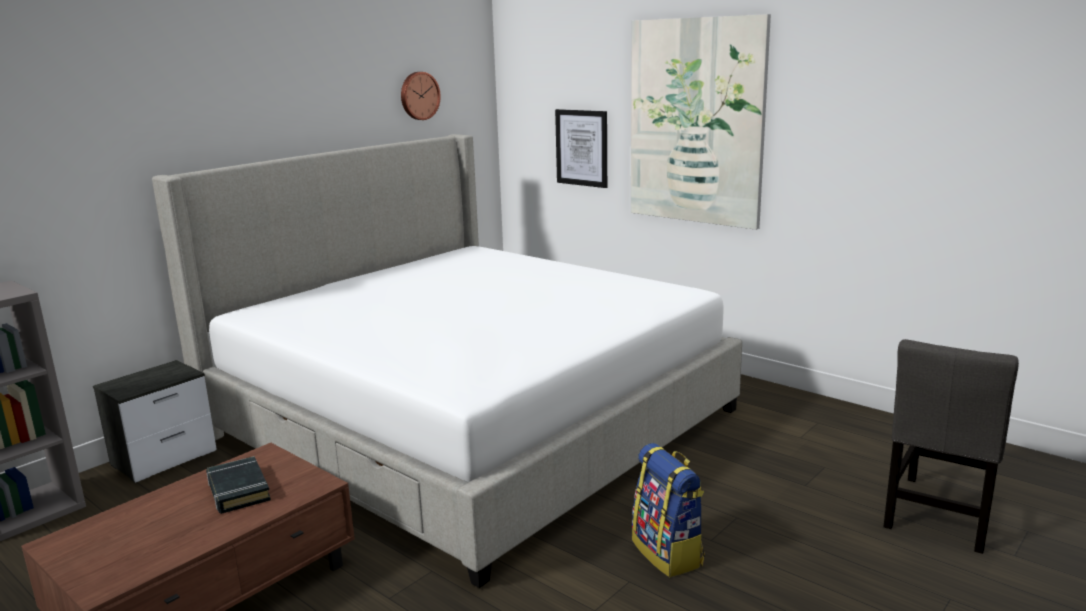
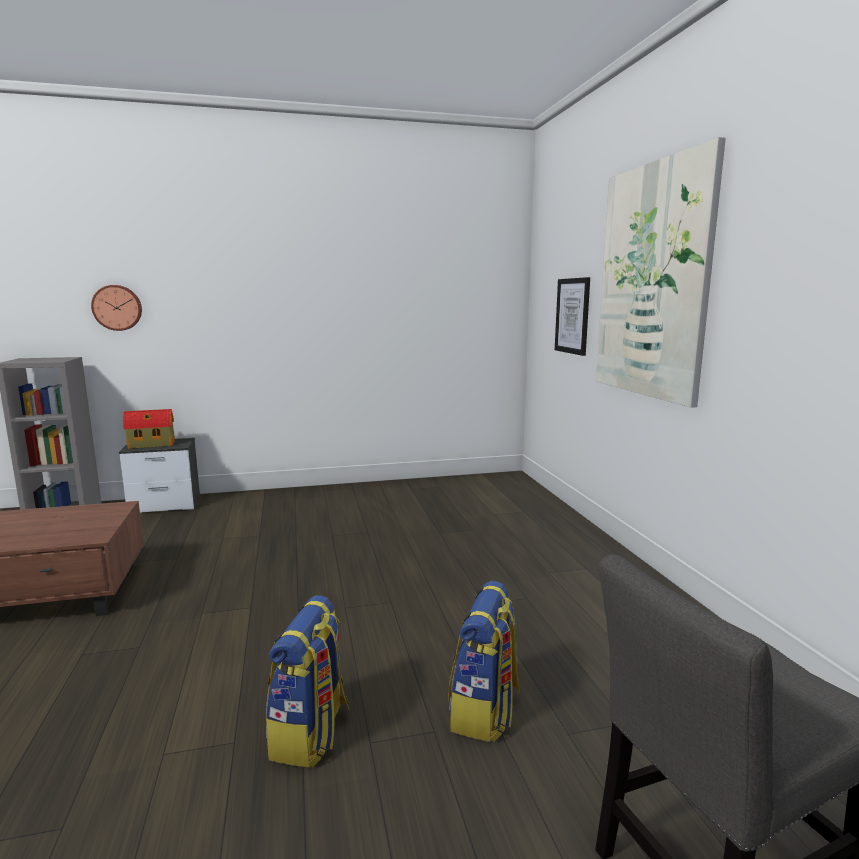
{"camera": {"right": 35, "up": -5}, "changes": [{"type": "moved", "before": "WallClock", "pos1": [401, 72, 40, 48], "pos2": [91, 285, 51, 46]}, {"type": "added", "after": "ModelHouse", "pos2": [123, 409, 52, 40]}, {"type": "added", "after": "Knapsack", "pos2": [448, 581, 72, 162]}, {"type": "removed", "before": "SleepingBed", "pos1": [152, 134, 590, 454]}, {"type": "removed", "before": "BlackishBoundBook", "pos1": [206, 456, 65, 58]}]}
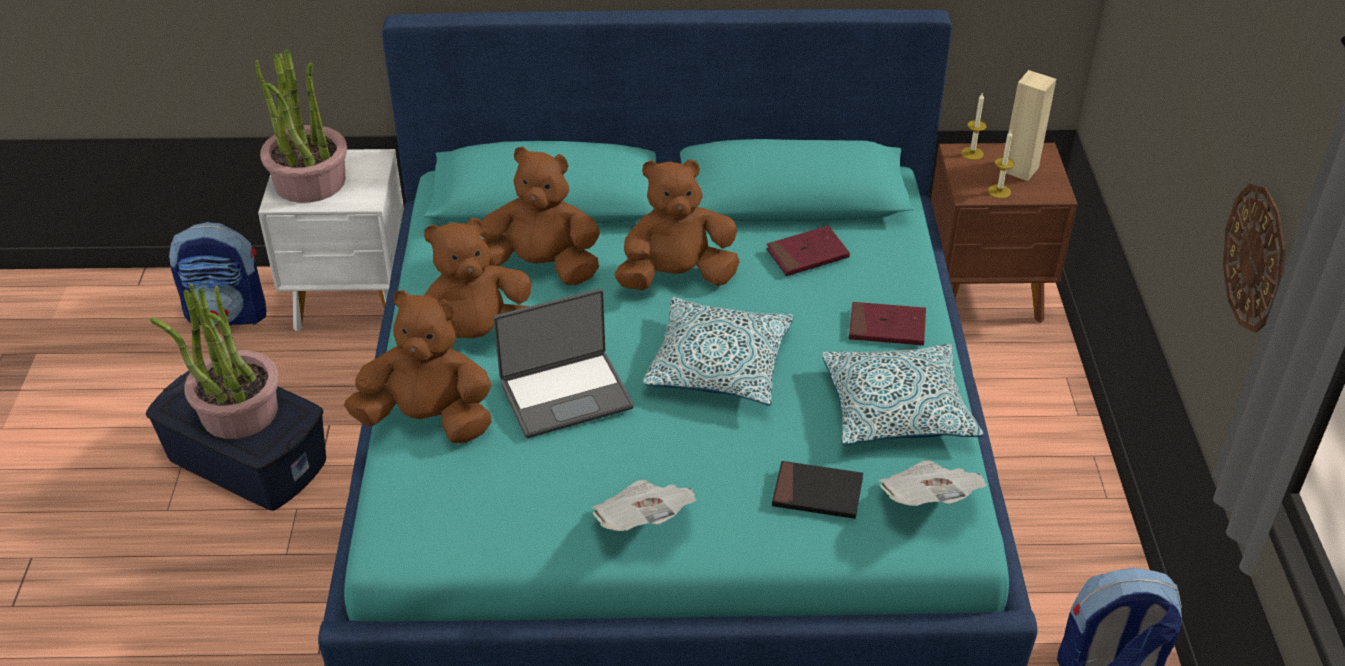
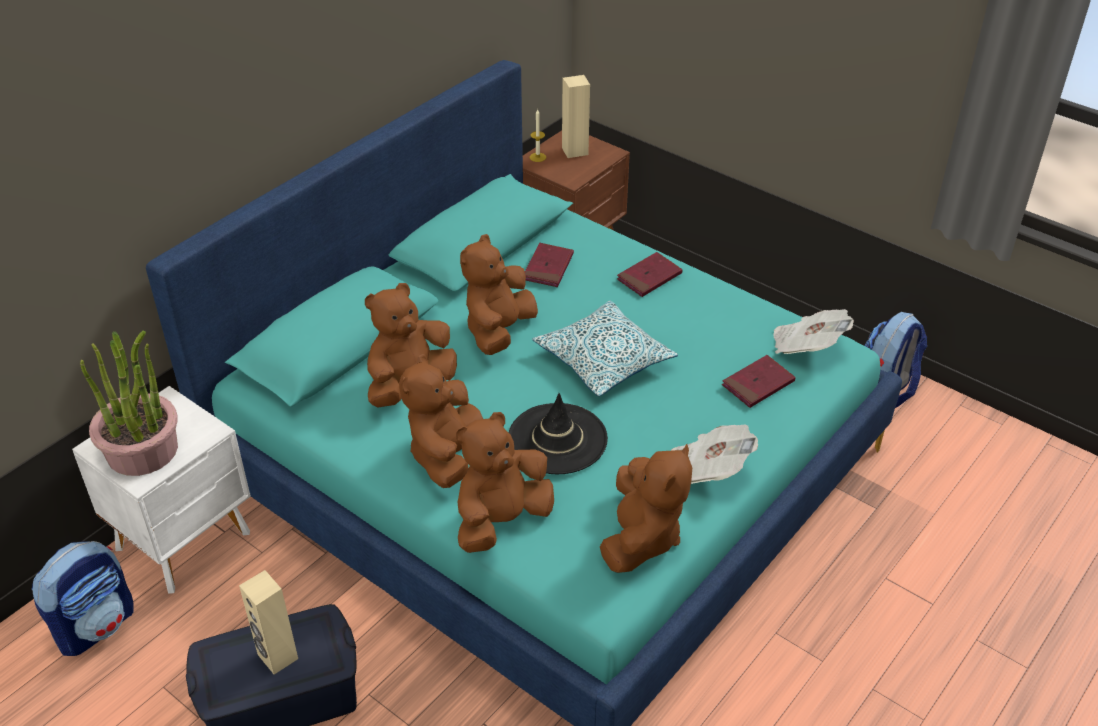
{"camera": {"right": -50, "up": 0}, "changes": [{"type": "replaced", "before": "Houseplant", "after": "SandColouredAudioSpeaker", "pos1": [149, 284, 130, 155], "pos2": [239, 570, 59, 104]}, {"type": "replaced", "before": "Laptop", "after": "BlackishWearableHat", "pos1": [493, 289, 141, 149], "pos2": [509, 393, 99, 81]}, {"type": "added", "after": "BrownCuddlyToy", "pos2": [600, 444, 92, 129]}, {"type": "recoloured", "before": "BlackishBoundBook", "after": "ReddishBoundBook", "pos1": [772, 461, 91, 58], "pos2": [722, 355, 74, 53]}, {"type": "removed", "before": "Pillow", "pos1": [821, 343, 163, 102]}, {"type": "removed", "before": "Candle", "pos1": [988, 130, 27, 68]}, {"type": "removed", "before": "WallClock", "pos1": [1223, 184, 62, 149]}]}
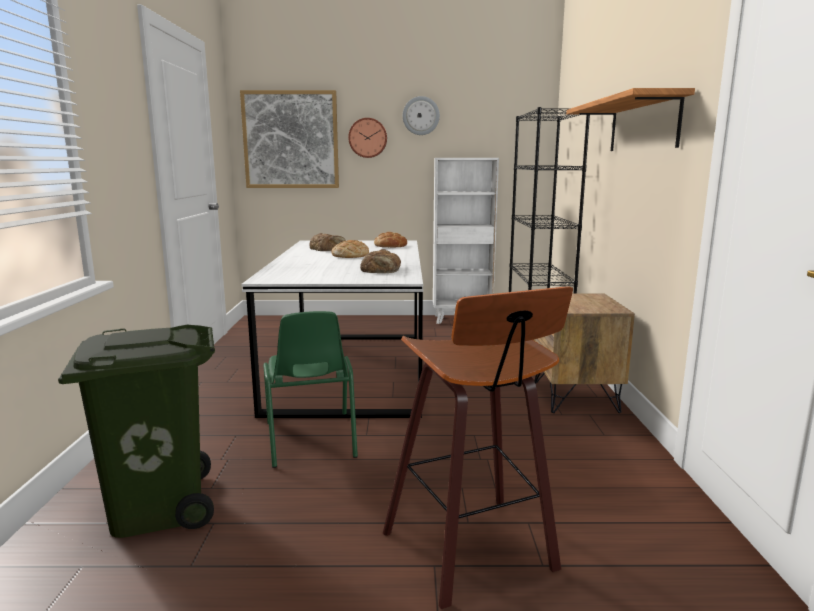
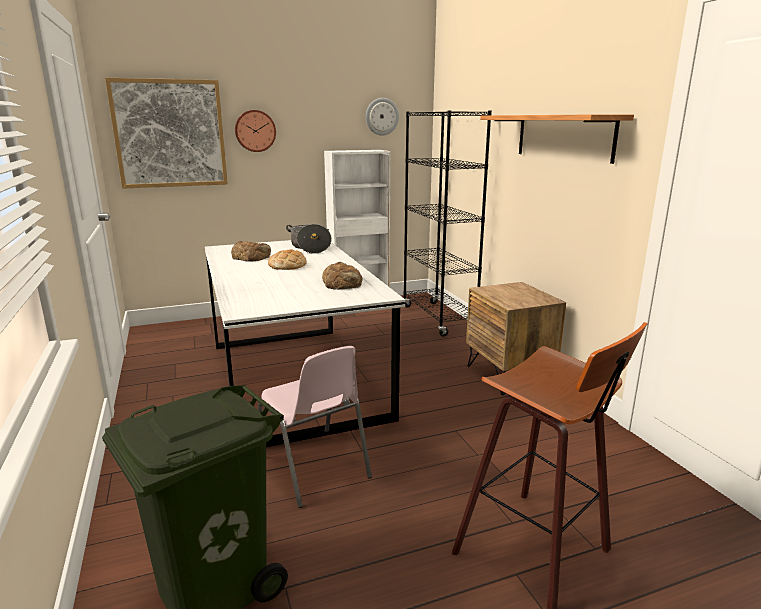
{"camera": {"right": -20, "up": 5}, "changes": [{"type": "recoloured", "before": "GreenChair", "after": "PinkChair", "pos1": [263, 311, 95, 157], "pos2": [258, 346, 114, 162]}, {"type": "replaced", "before": "Bread", "after": "CookingPot", "pos1": [374, 232, 33, 15], "pos2": [286, 224, 46, 30]}, {"type": "moved", "before": "WallClock", "pos1": [403, 96, 37, 39], "pos2": [366, 98, 33, 37]}]}
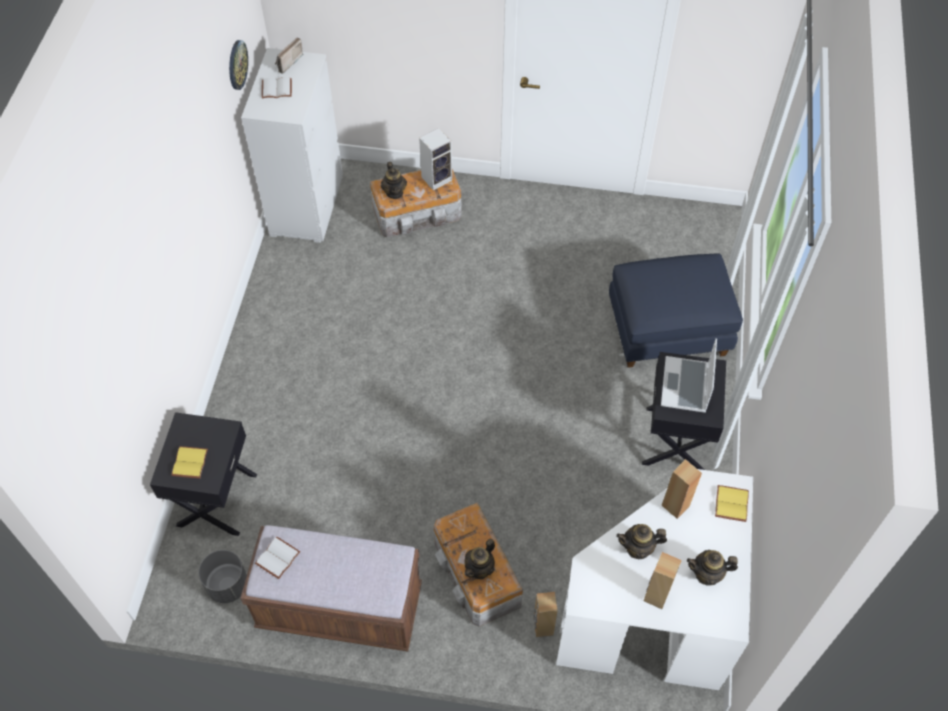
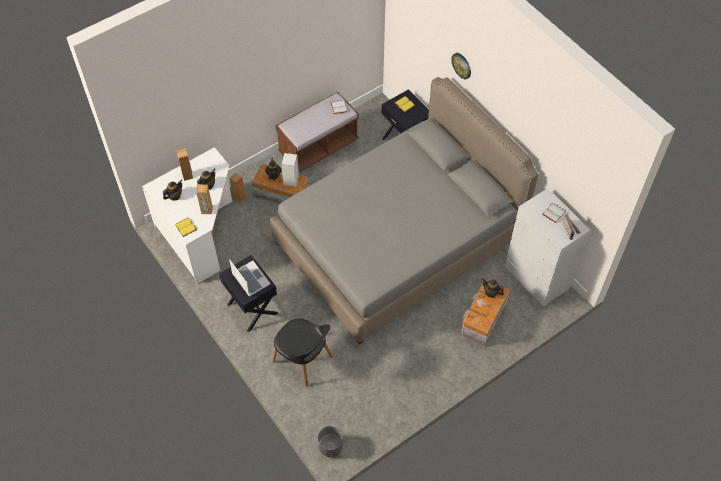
{"camera": {"right": 135, "up": 0}, "changes": [{"type": "added", "after": "GreyishSleepingBed", "pos2": [270, 77, 269, 267]}, {"type": "replaced", "before": "BlueFootrest", "after": "BlackishChair", "pos1": [609, 254, 134, 114], "pos2": [272, 318, 61, 69]}, {"type": "moved", "before": "AudioSpeaker", "pos1": [419, 128, 33, 62], "pos2": [281, 153, 18, 34]}, {"type": "moved", "before": "GreyishPlanter", "pos1": [199, 550, 48, 53], "pos2": [318, 426, 25, 31]}, {"type": "moved", "before": "WallClock", "pos1": [229, 40, 19, 50], "pos2": [451, 53, 20, 26]}]}
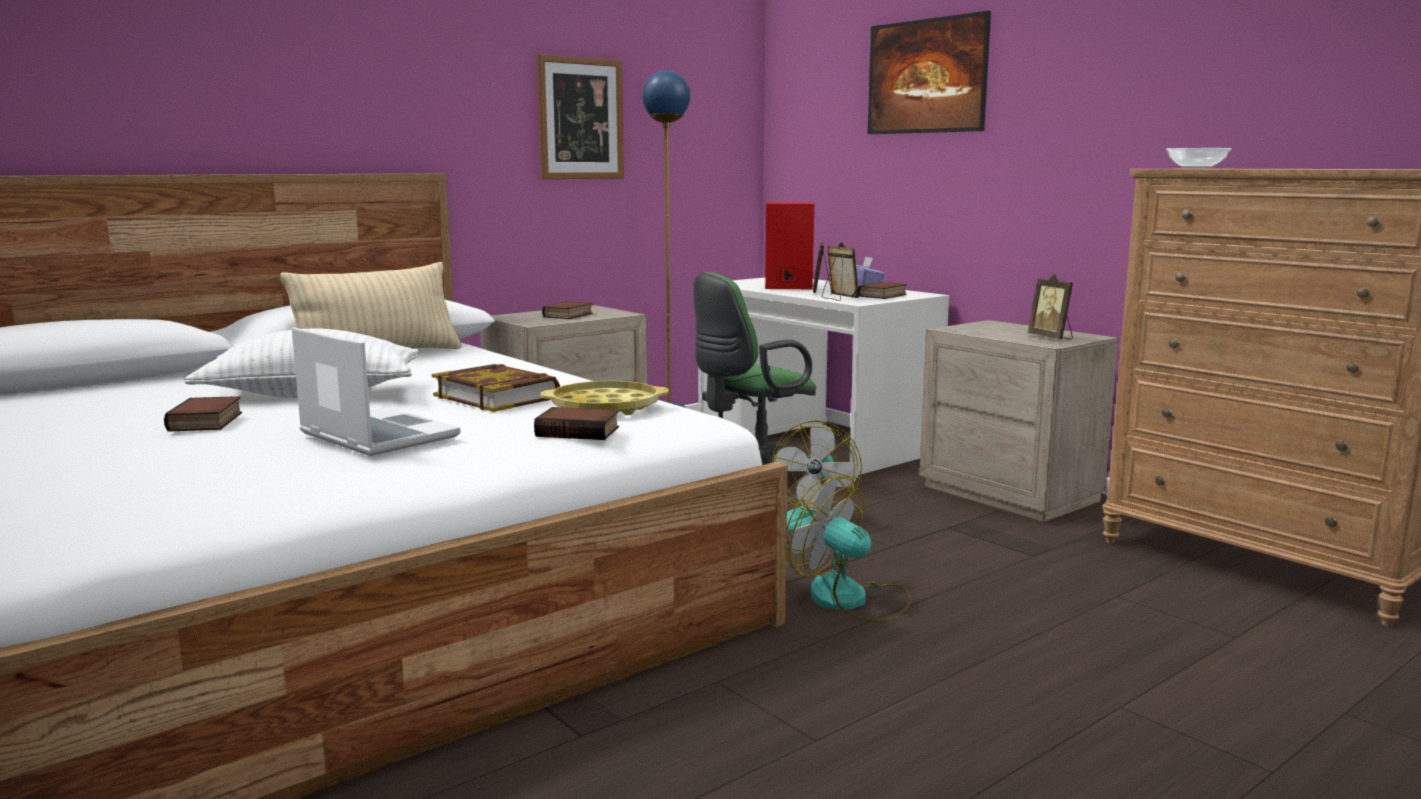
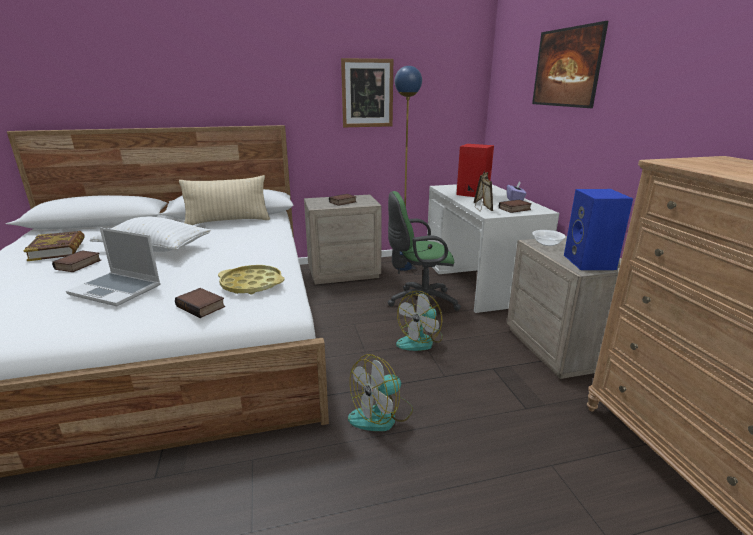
{"camera": {"right": 25, "up": 10}, "changes": [{"type": "moved", "before": "BoundBook", "pos1": [432, 364, 128, 48], "pos2": [24, 231, 61, 30]}, {"type": "turned", "before": "Laptop", "pos1": [292, 327, 168, 129], "pos2": [66, 227, 95, 79], "turn": 135}, {"type": "turned", "before": "CoolingFan", "pos1": [786, 476, 126, 145], "pos2": [348, 354, 65, 77], "turn": -105}, {"type": "moved", "before": "ServingBowl", "pos1": [1166, 148, 66, 20], "pos2": [532, 230, 34, 16]}, {"type": "replaced", "before": "StandingFrame", "after": "BlueAudioSpeaker", "pos1": [1027, 274, 46, 65], "pos2": [564, 189, 69, 81]}]}
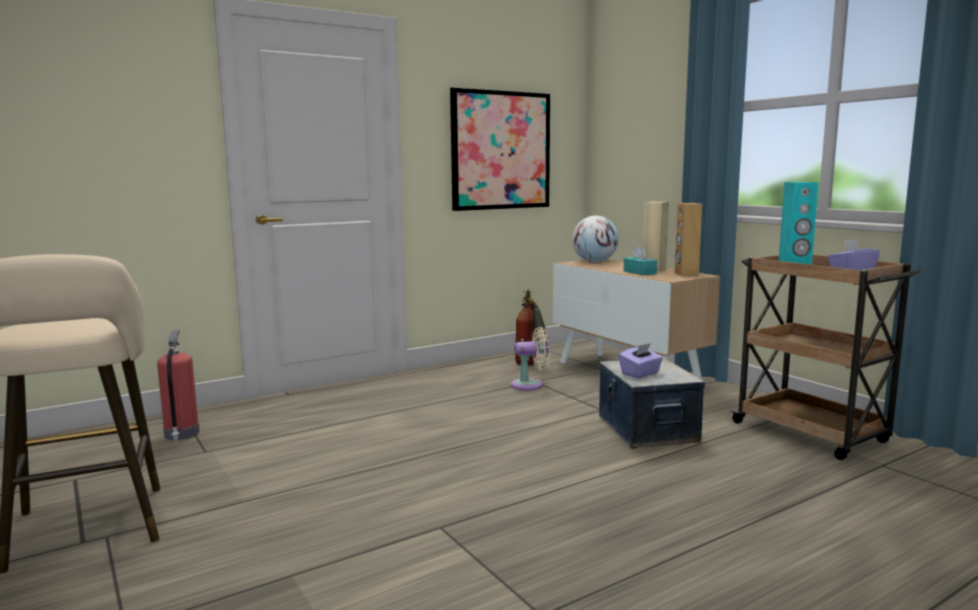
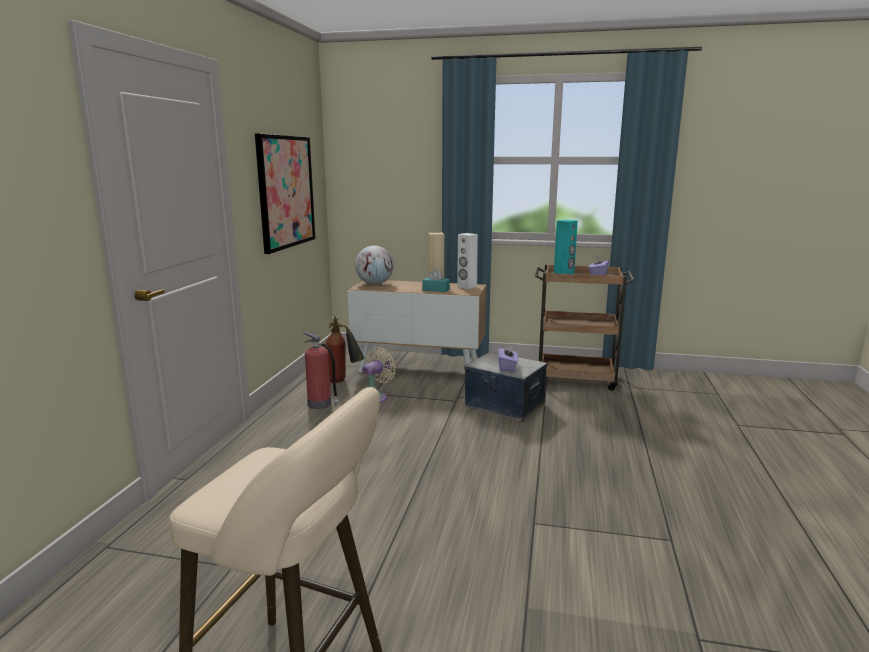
{"camera": {"right": -45, "up": 5}, "changes": [{"type": "moved", "before": "FireExtinguisher", "pos1": [157, 330, 43, 112], "pos2": [303, 331, 36, 78]}, {"type": "recoloured", "before": "BrownAudioSpeaker", "after": "WhitishAudioSpeaker", "pos1": [675, 203, 27, 73], "pos2": [457, 233, 21, 56]}]}
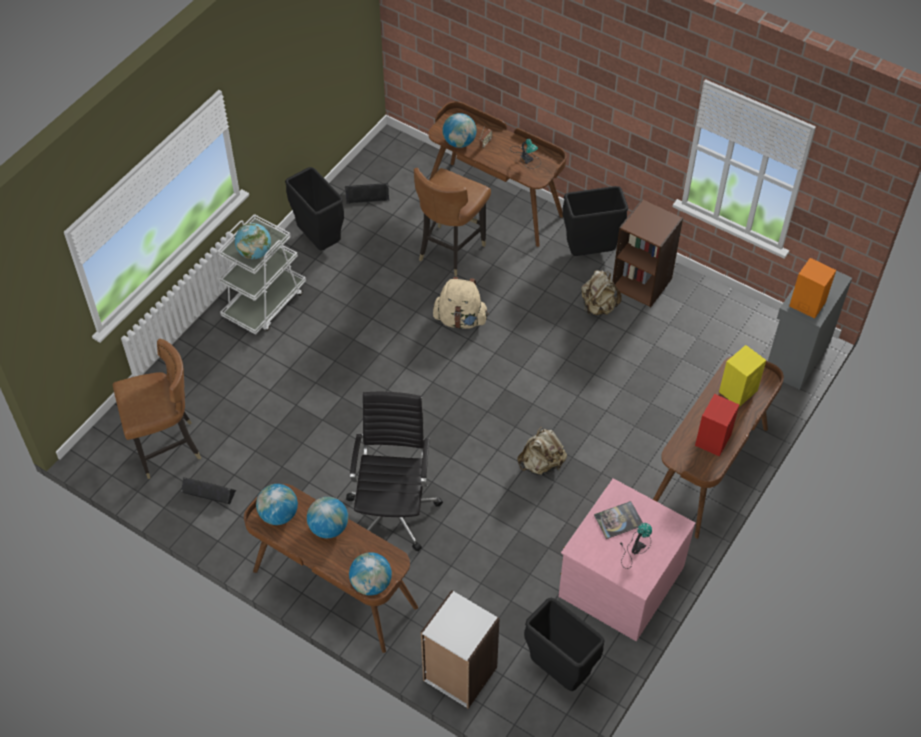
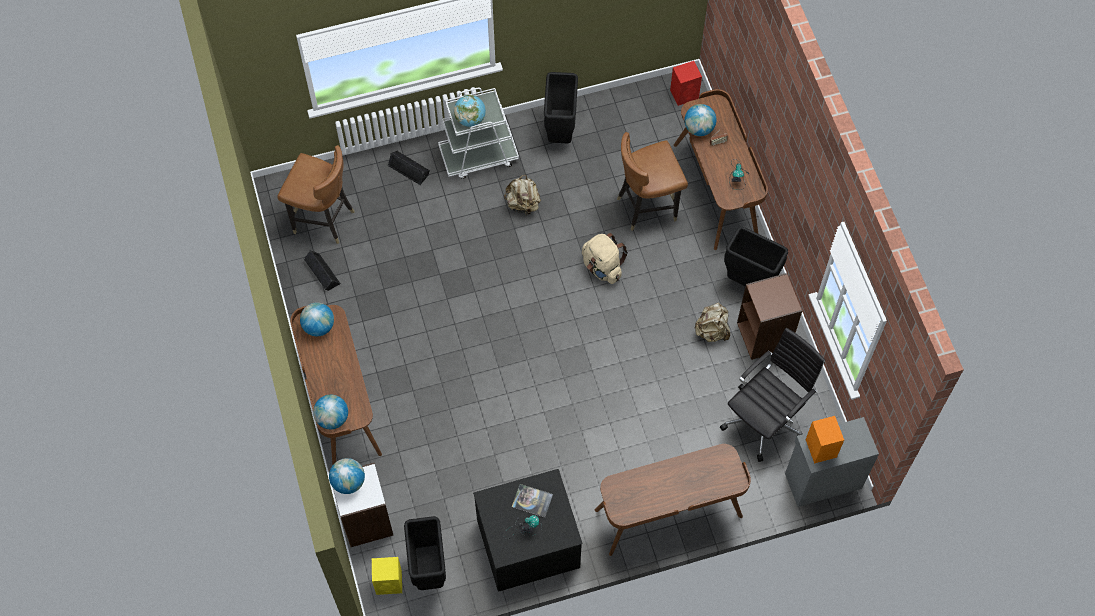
{"camera": {"right": 40, "up": 10}, "changes": [{"type": "moved", "before": "DeskGlobe", "pos1": [307, 497, 41, 41], "pos2": [329, 458, 36, 36]}, {"type": "moved", "before": "YellowishAudioSpeaker", "pos1": [719, 345, 47, 62], "pos2": [372, 557, 30, 38]}, {"type": "moved", "before": "BlackishAudioSpeaker", "pos1": [345, 183, 44, 21], "pos2": [388, 151, 42, 34]}, {"type": "recoloured", "before": "PinkDrawerChest", "after": "BlackishDrawerChest", "pos1": [559, 478, 137, 163], "pos2": [473, 469, 110, 123]}, {"type": "moved", "before": "SandColouredKnapsack", "pos1": [517, 427, 50, 48], "pos2": [504, 175, 37, 39]}, {"type": "moved", "before": "ReddishAudioSpeaker", "pos1": [695, 394, 44, 63], "pos2": [670, 61, 32, 45]}, {"type": "moved", "before": "BlackishComputerChair", "pos1": [346, 392, 97, 160], "pos2": [720, 328, 105, 134]}]}
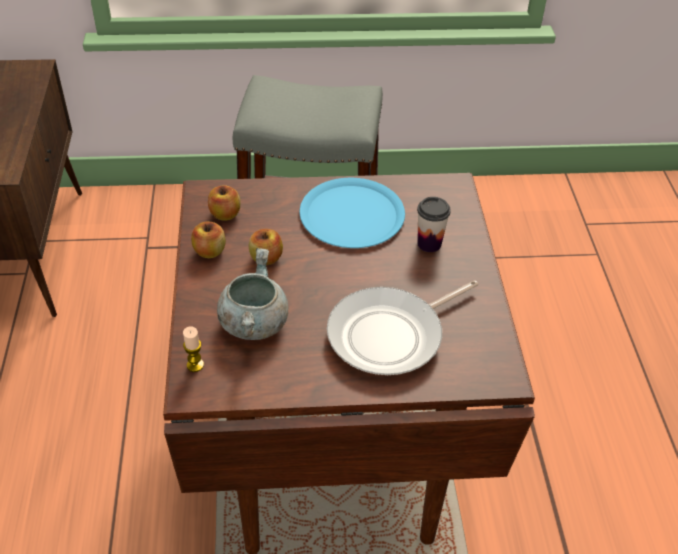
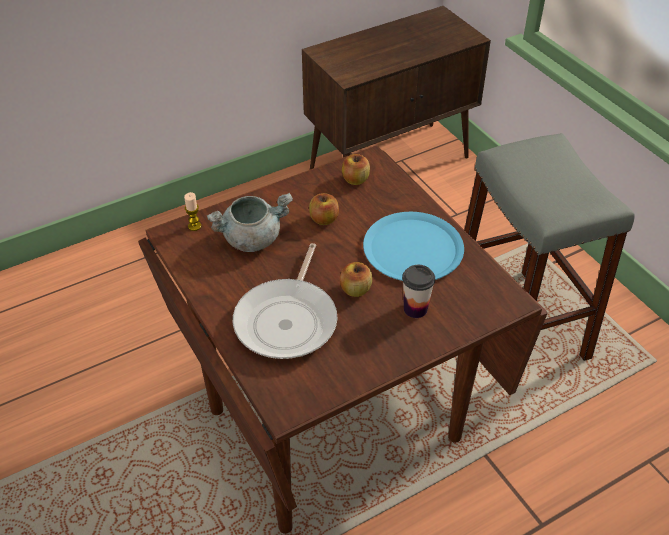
{"camera": {"right": 65, "up": 0}, "changes": [{"type": "turned", "before": "Pan", "pos1": [327, 280, 152, 95], "pos2": [233, 243, 104, 116], "turn": -105}, {"type": "moved", "before": "WholeApple", "pos1": [191, 221, 35, 37], "pos2": [340, 262, 32, 35]}]}
